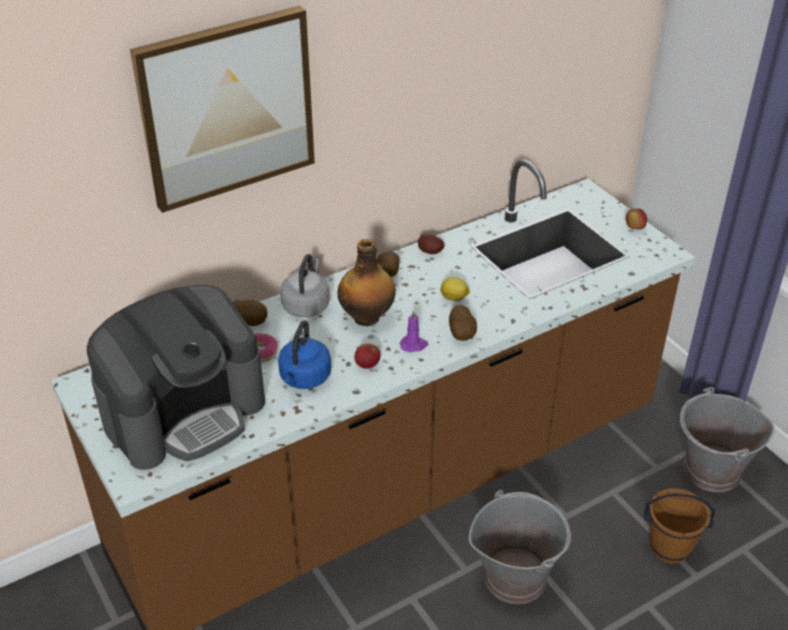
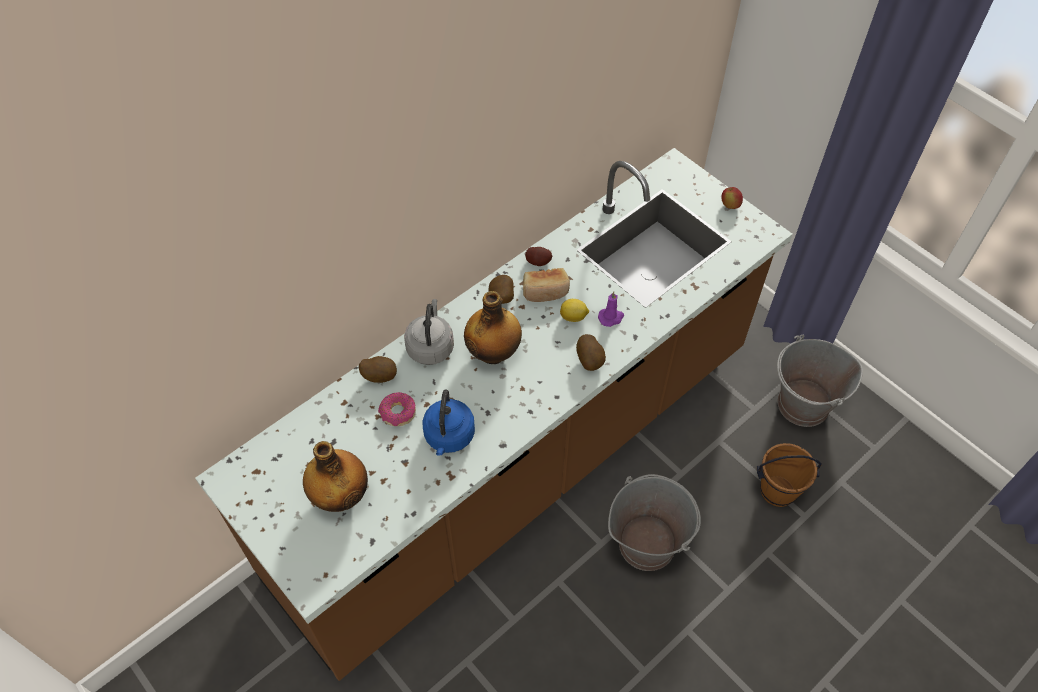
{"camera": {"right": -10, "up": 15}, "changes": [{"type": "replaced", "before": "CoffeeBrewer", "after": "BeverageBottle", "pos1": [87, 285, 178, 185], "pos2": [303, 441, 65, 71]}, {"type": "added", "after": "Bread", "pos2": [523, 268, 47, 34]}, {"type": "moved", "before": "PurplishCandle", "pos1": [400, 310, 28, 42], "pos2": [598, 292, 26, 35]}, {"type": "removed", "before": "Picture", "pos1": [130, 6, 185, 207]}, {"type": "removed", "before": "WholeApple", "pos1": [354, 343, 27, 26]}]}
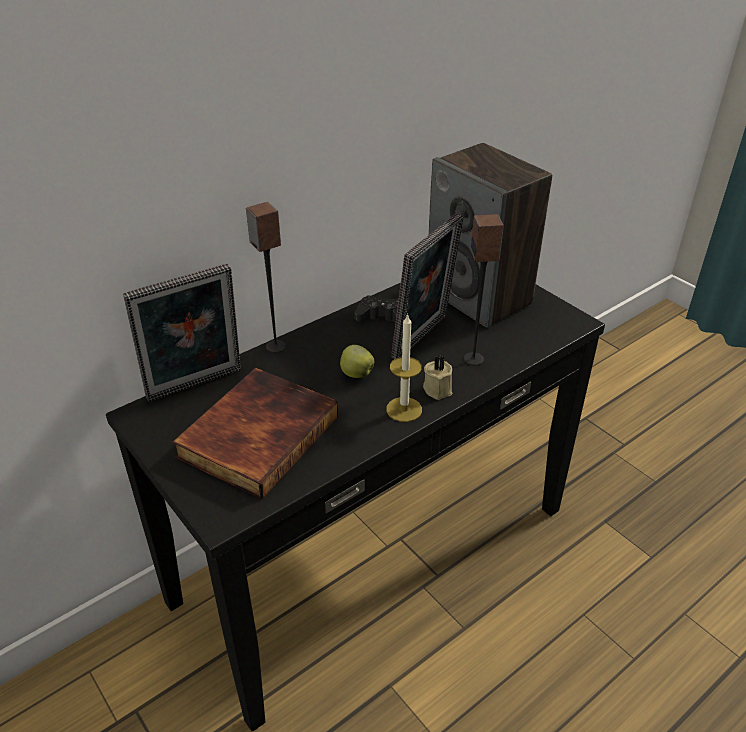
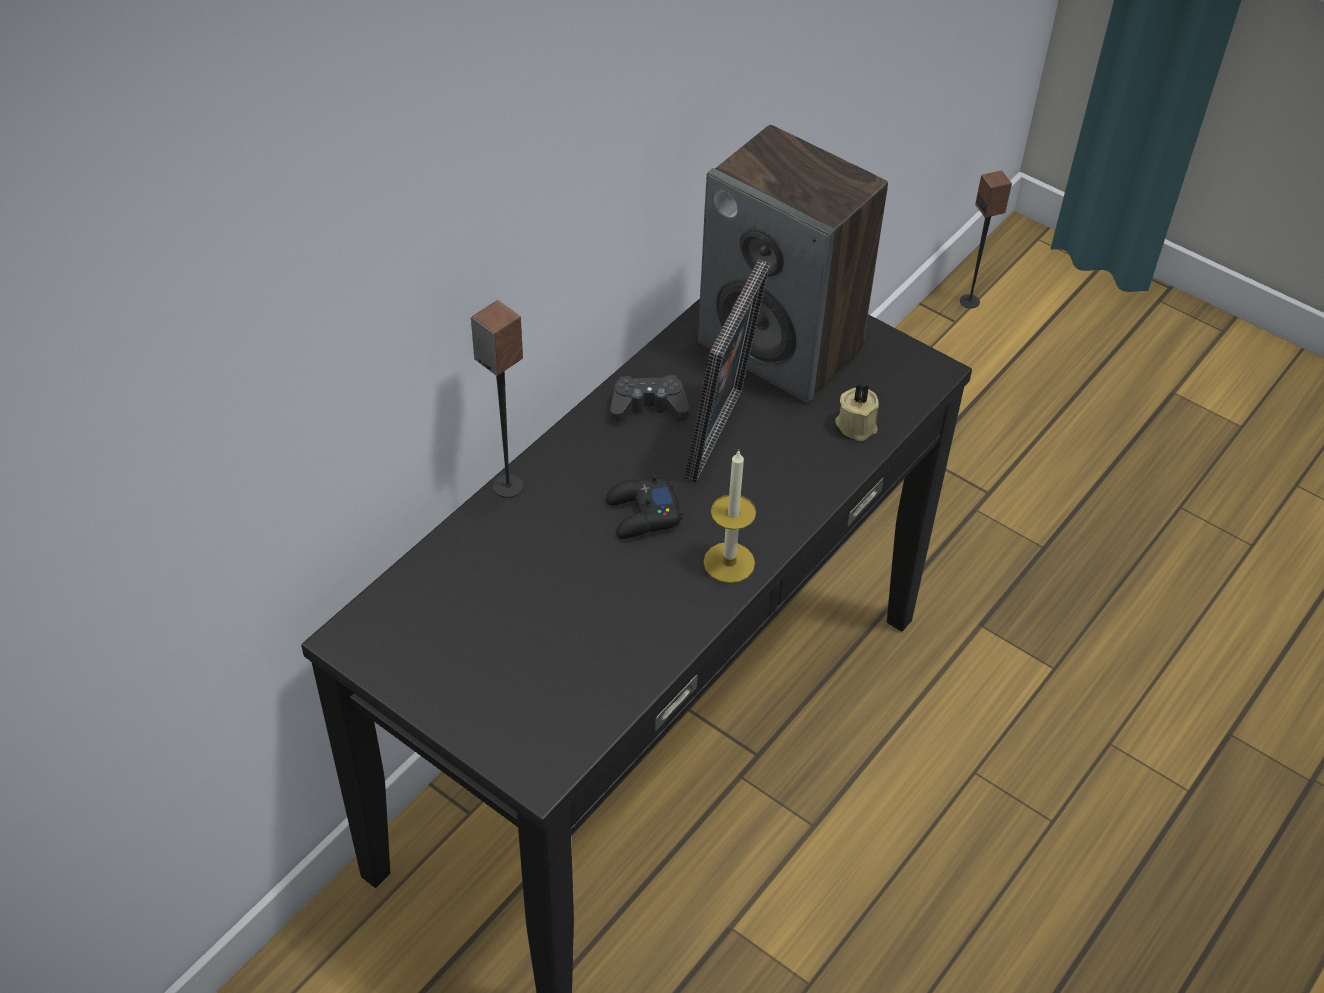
{"camera": {"right": -15, "up": 10}, "changes": [{"type": "replaced", "before": "WholeApple", "after": "BlackishGameController", "pos1": [340, 345, 35, 33], "pos2": [606, 474, 77, 65]}, {"type": "moved", "before": "SandColouredCandle", "pos1": [423, 356, 29, 44], "pos2": [835, 383, 44, 58]}, {"type": "moved", "before": "AudioSpeaker", "pos1": [464, 214, 40, 152], "pos2": [960, 171, 52, 137]}, {"type": "removed", "before": "StandingFrame", "pos1": [123, 264, 118, 138]}, {"type": "removed", "before": "BoundBook", "pos1": [172, 368, 166, 132]}]}
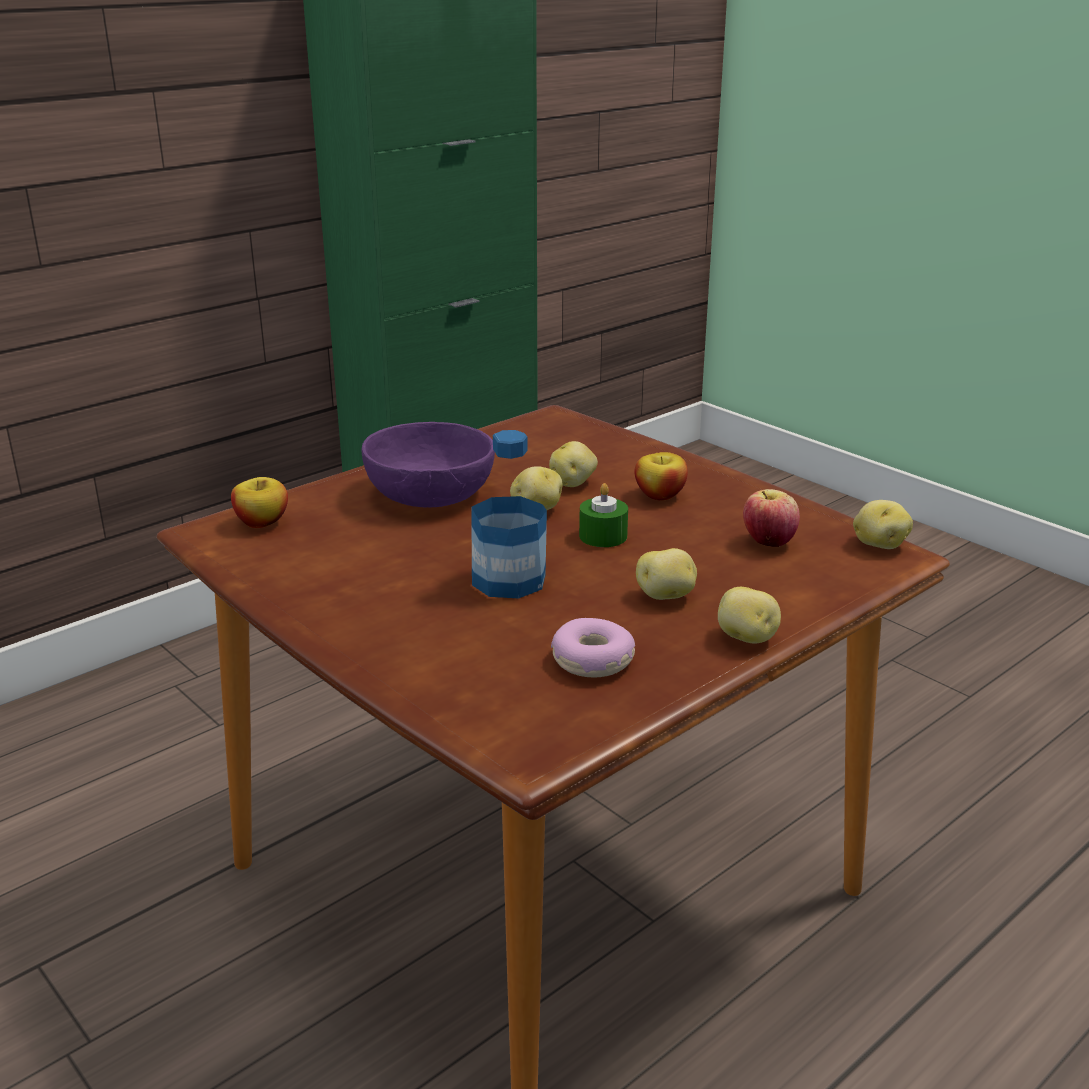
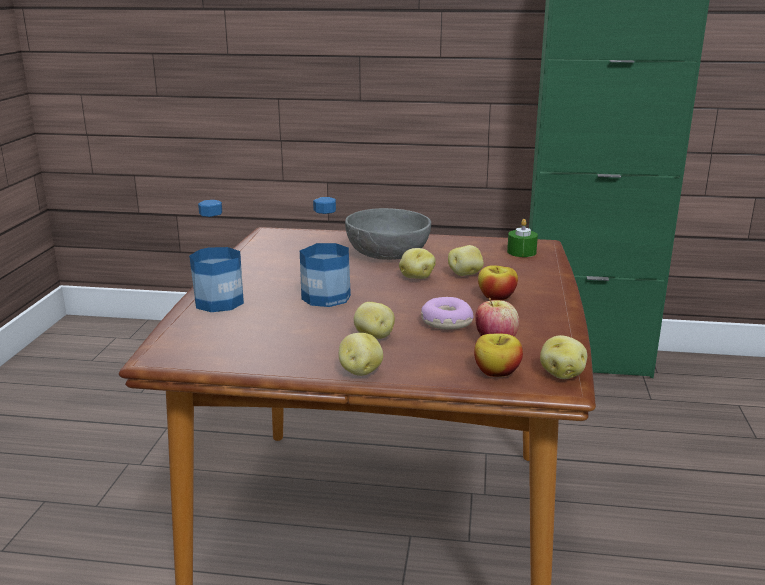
{"camera": {"right": 50, "up": -5}, "changes": [{"type": "added", "after": "BeverageBottle", "pos2": [189, 200, 55, 112]}, {"type": "recoloured", "before": "PurplishServingBowl", "after": "GreyishServingBowl", "pos1": [361, 422, 134, 86], "pos2": [345, 208, 86, 52]}, {"type": "moved", "before": "RingDoughnut", "pos1": [551, 618, 84, 59], "pos2": [421, 297, 53, 32]}, {"type": "moved", "before": "WholeApple", "pos1": [231, 477, 57, 51], "pos2": [474, 334, 49, 43]}, {"type": "moved", "before": "GreenCandle", "pos1": [579, 483, 49, 64], "pos2": [507, 219, 31, 38]}]}
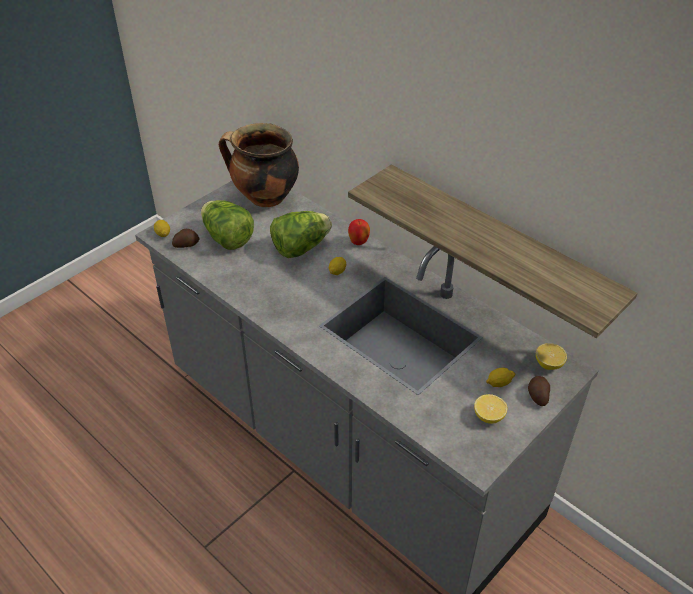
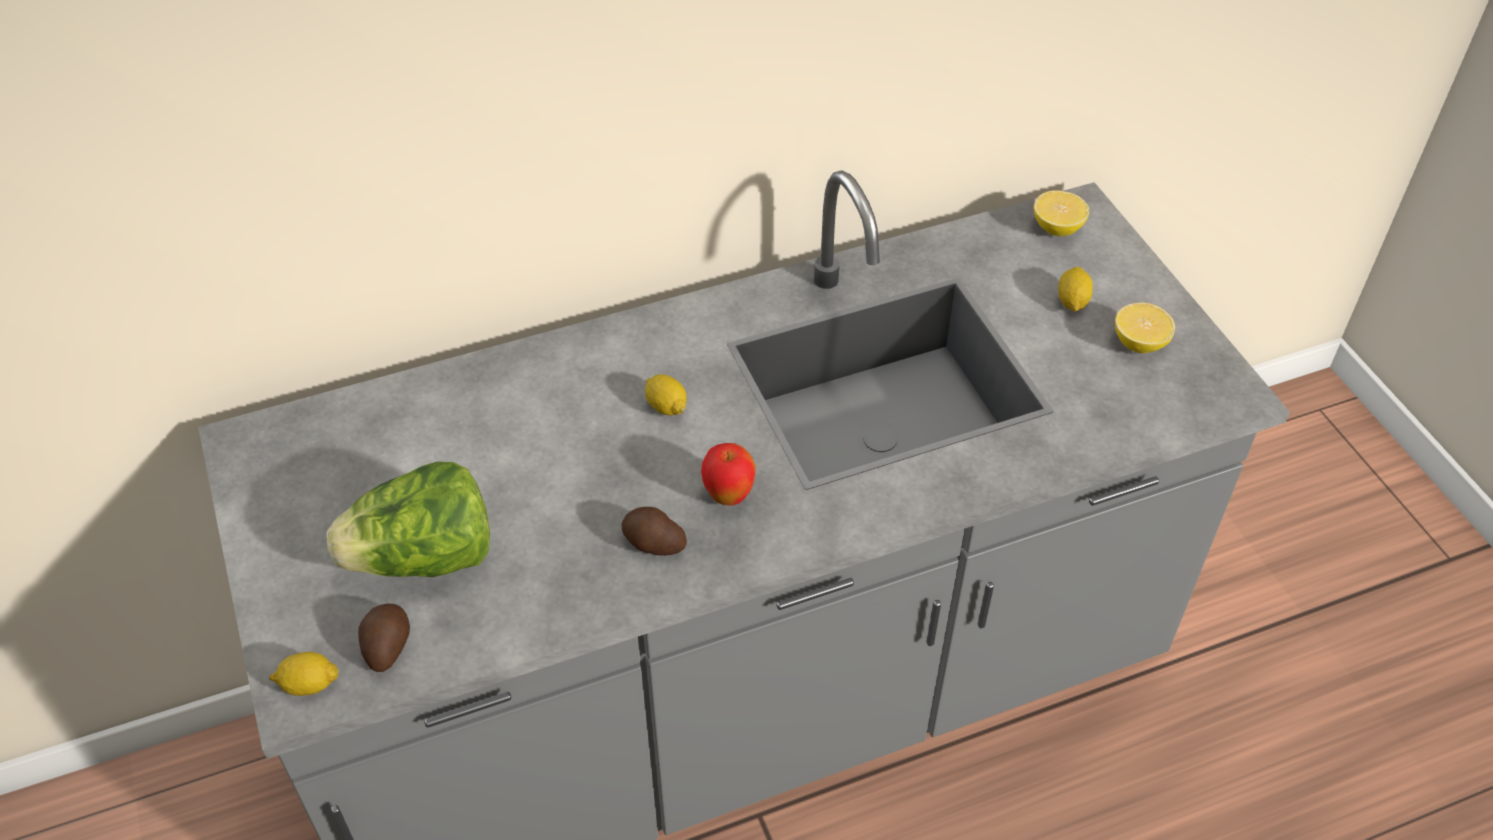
{"camera": {"right": -65, "up": 5}, "changes": [{"type": "moved", "before": "WholePotato", "pos1": [528, 376, 22, 30], "pos2": [621, 507, 66, 49]}, {"type": "moved", "before": "WholeApple", "pos1": [348, 219, 22, 26], "pos2": [701, 443, 55, 63]}, {"type": "removed", "before": "CookingPot", "pos1": [219, 123, 80, 84]}, {"type": "removed", "before": "Lettuce", "pos1": [270, 211, 62, 47]}, {"type": "removed", "before": "BracketShelf", "pos1": [348, 165, 289, 173]}]}
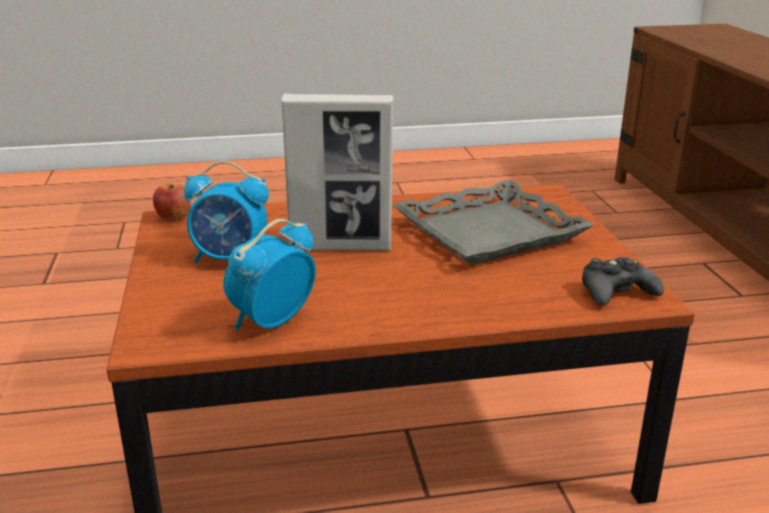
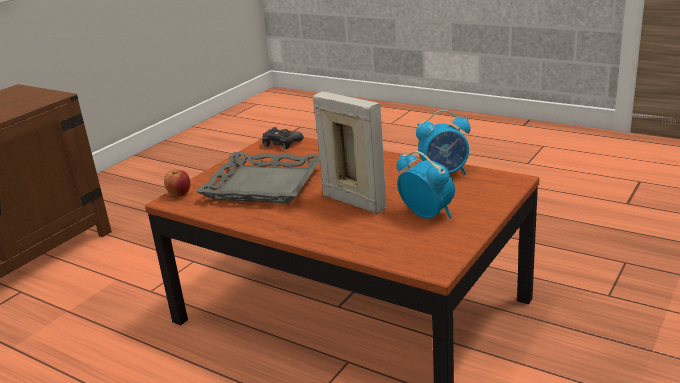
{"camera": {"right": -135, "up": 0}, "changes": [{"type": "moved", "before": "WholeApple", "pos1": [153, 183, 38, 38], "pos2": [164, 170, 26, 27]}]}
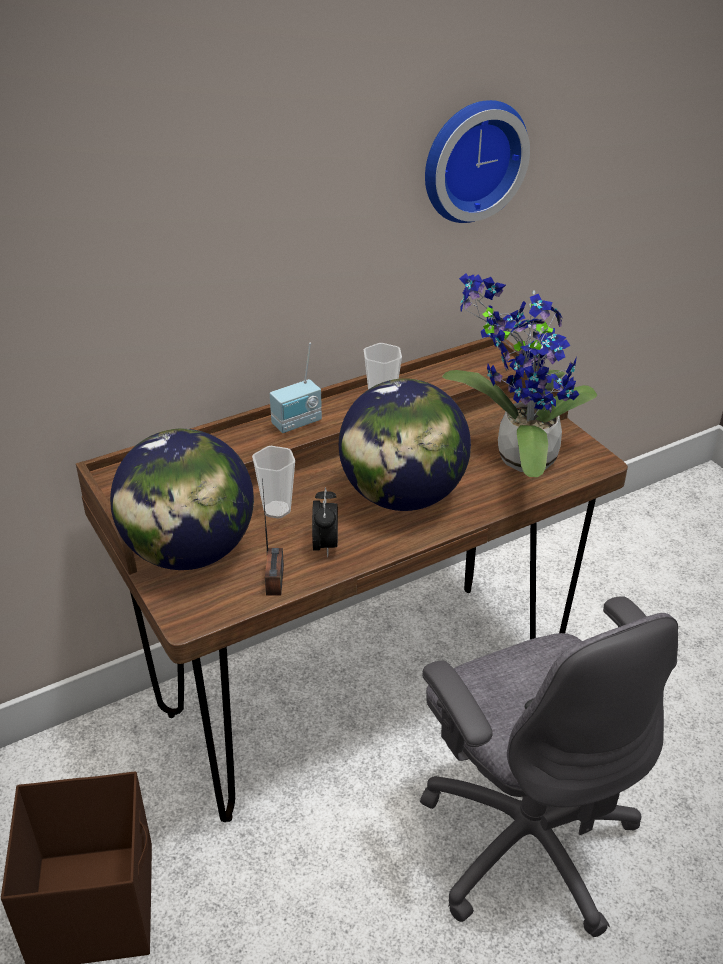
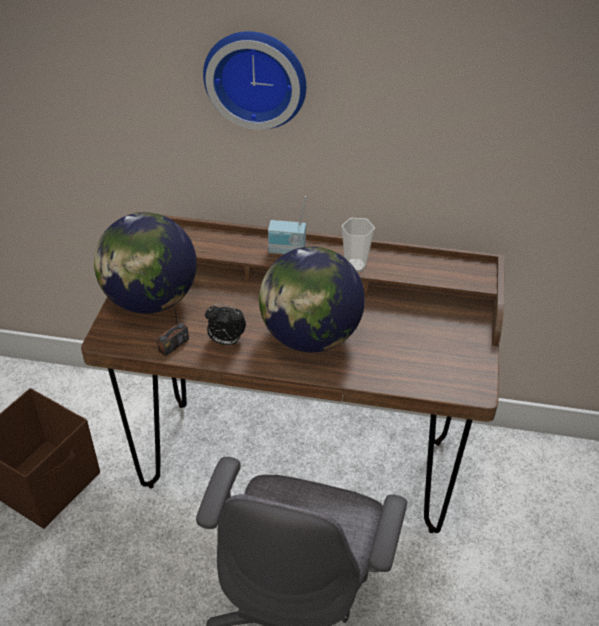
{"camera": {"right": 40, "up": 5}, "changes": [{"type": "moved", "before": "WallClock", "pos1": [425, 100, 105, 123], "pos2": [203, 31, 103, 99]}, {"type": "turned", "before": "BedsideClock", "pos1": [312, 487, 26, 70], "pos2": [205, 304, 41, 41], "turn": 60}, {"type": "removed", "before": "SmallCup", "pos1": [252, 446, 43, 73]}, {"type": "removed", "before": "Houseplant", "pos1": [442, 273, 155, 204]}]}
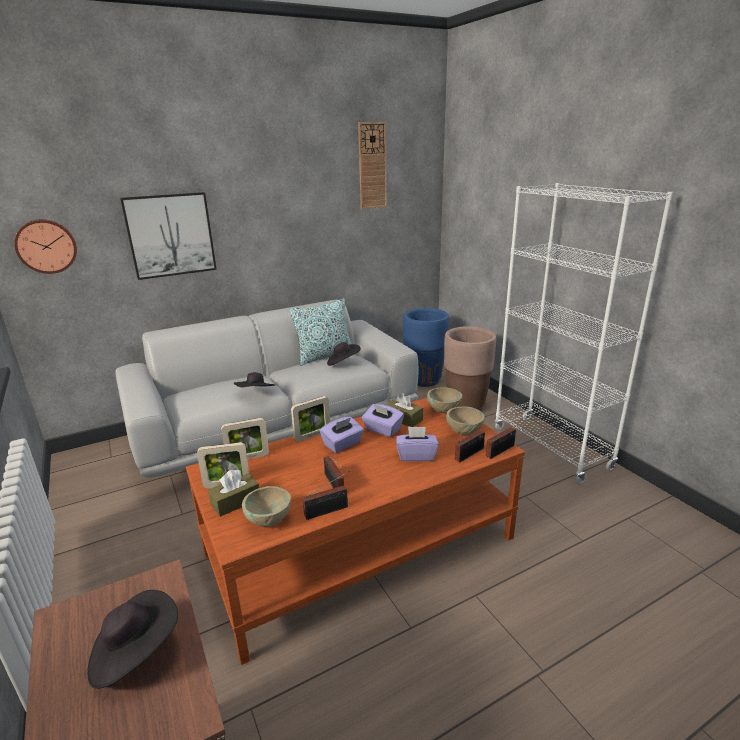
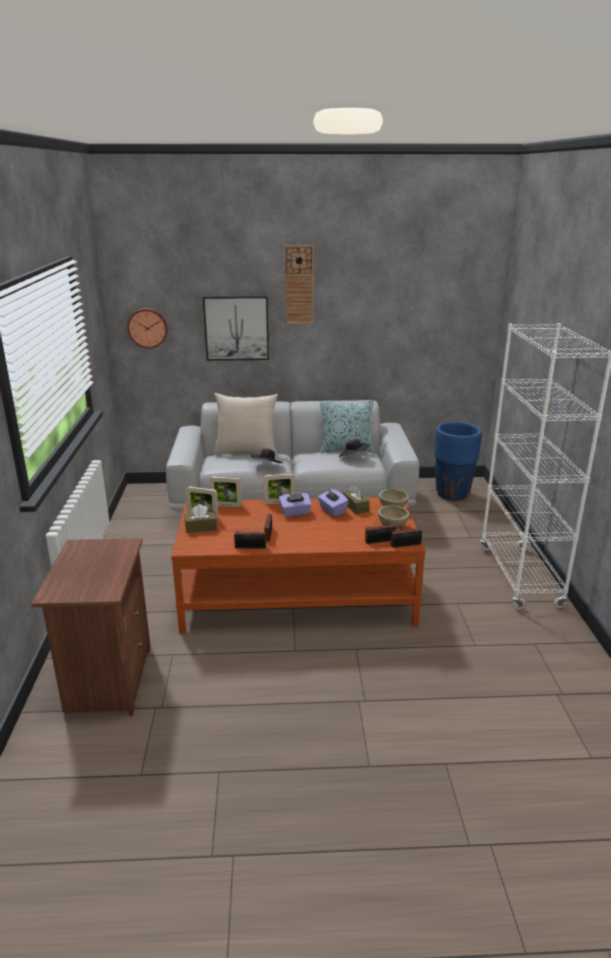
{"camera": {"right": 25, "up": 0}, "changes": [{"type": "added", "after": "SandColouredPillow", "pos2": [214, 393, 64, 63]}, {"type": "moved", "before": "WallClock", "pos1": [358, 122, 29, 87], "pos2": [285, 245, 29, 79]}, {"type": "removed", "before": "BlackishWearableHat", "pos1": [88, 590, 90, 99]}, {"type": "removed", "before": "SandColouredServingBowl", "pos1": [242, 486, 49, 41]}, {"type": "removed", "before": "PurplishBoxOfTissues", "pos1": [396, 426, 43, 35]}, {"type": "removed", "before": "BrownPlanter", "pos1": [444, 326, 52, 85]}]}
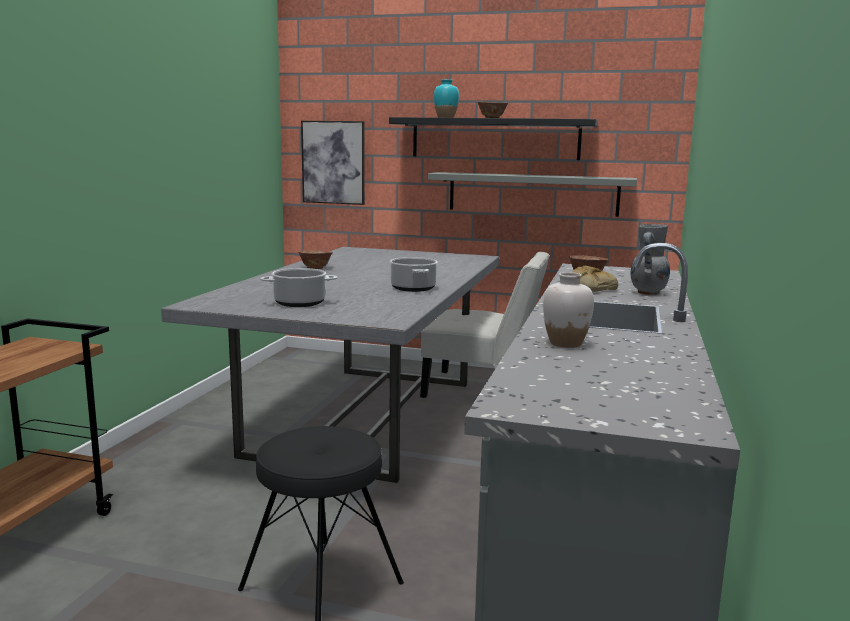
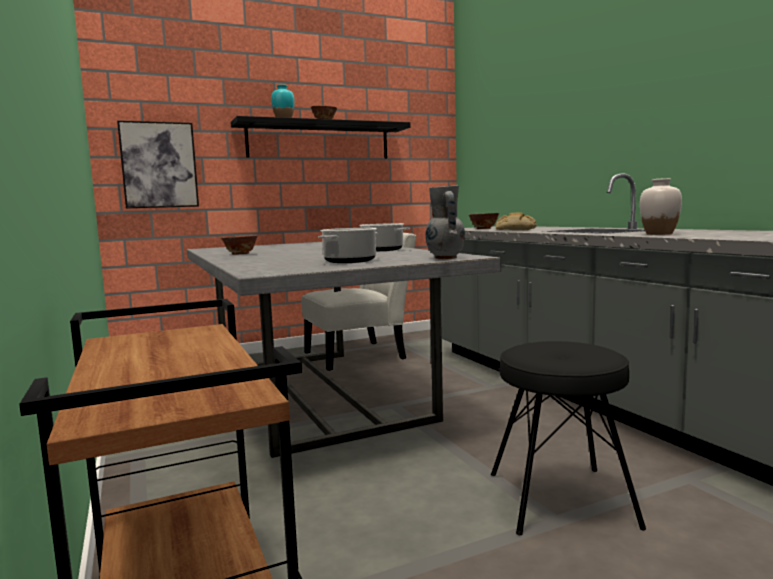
{"camera": {"right": -40, "up": -5}, "changes": [{"type": "moved", "before": "GreyishVase", "pos1": [631, 224, 39, 71], "pos2": [426, 185, 39, 75]}, {"type": "removed", "before": "GreyishBracketShelf", "pos1": [428, 172, 209, 45]}]}
